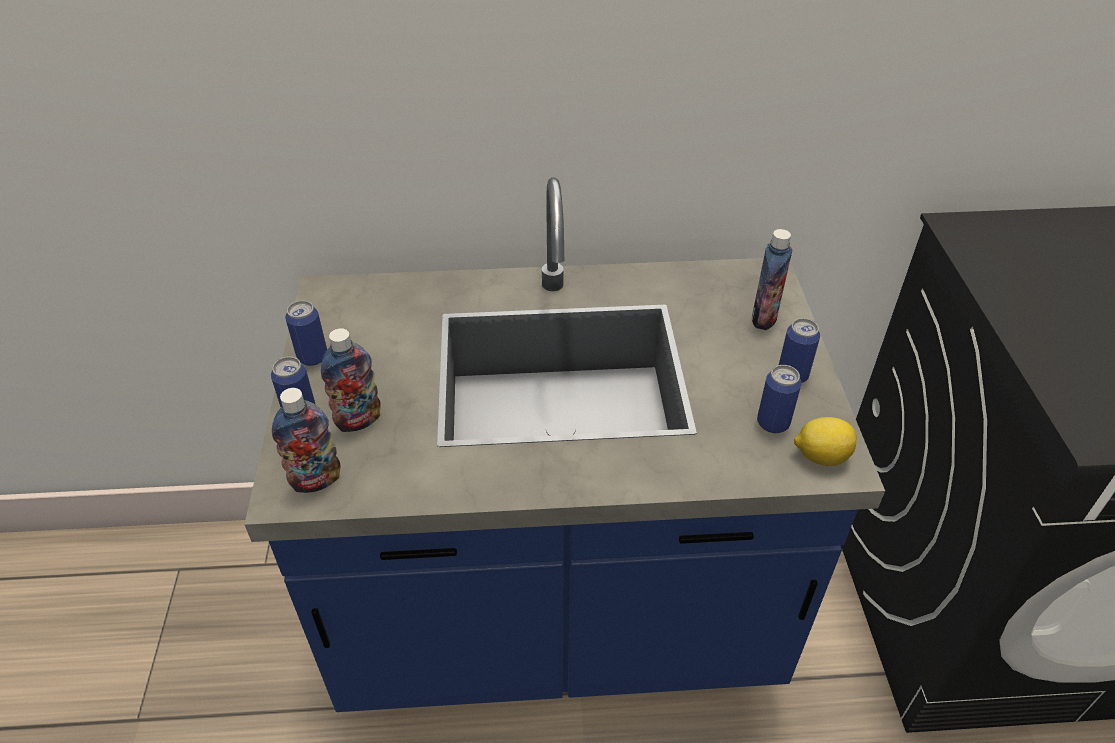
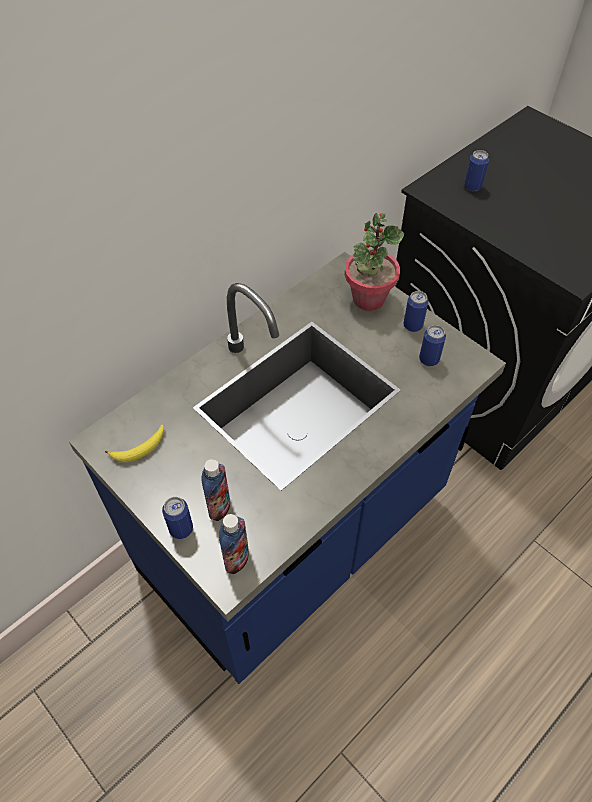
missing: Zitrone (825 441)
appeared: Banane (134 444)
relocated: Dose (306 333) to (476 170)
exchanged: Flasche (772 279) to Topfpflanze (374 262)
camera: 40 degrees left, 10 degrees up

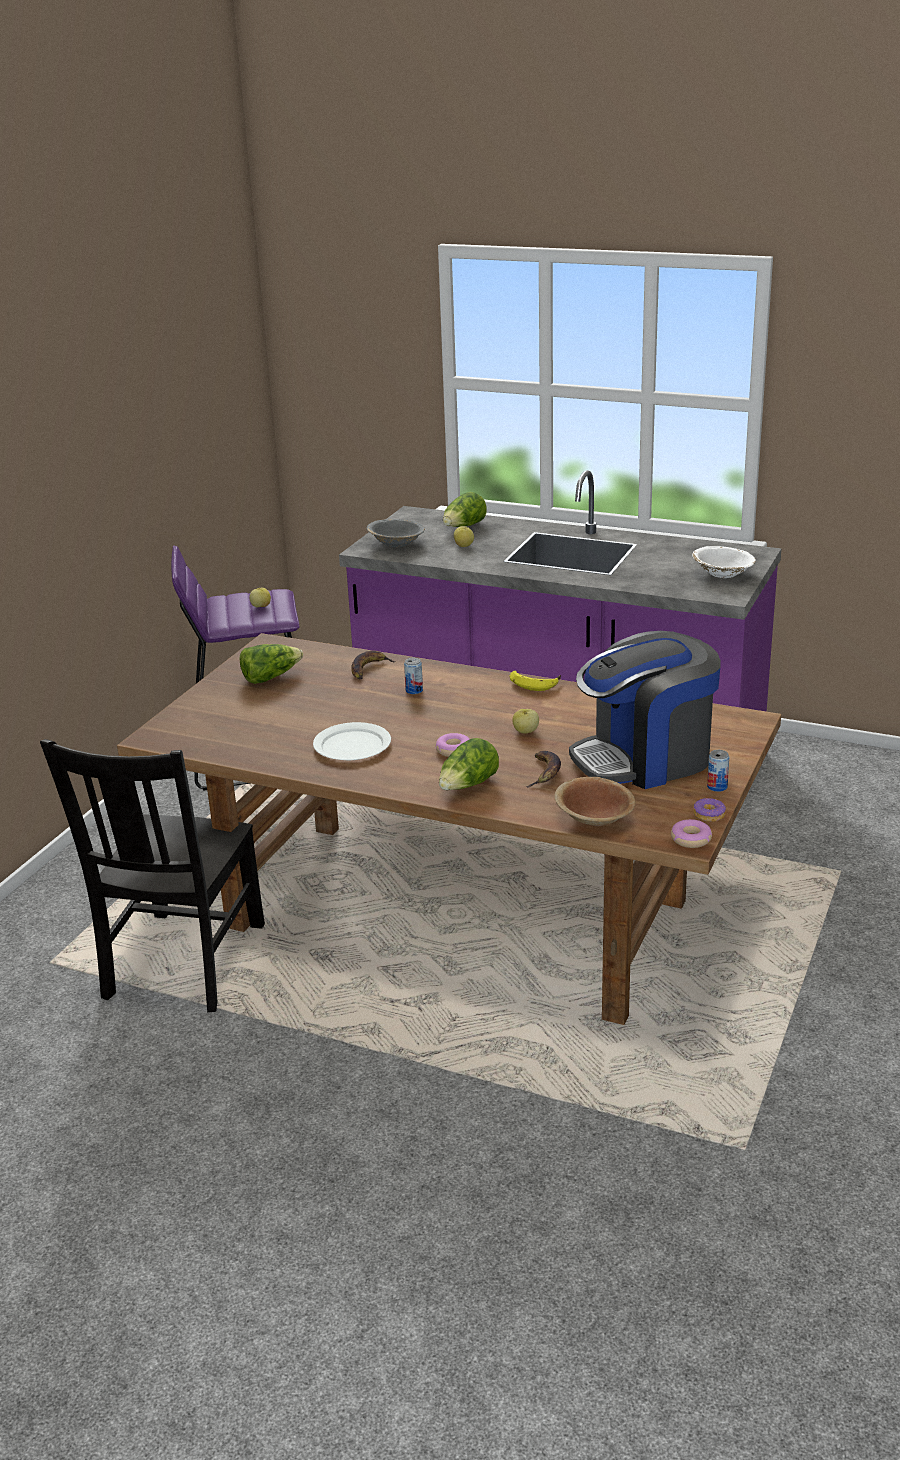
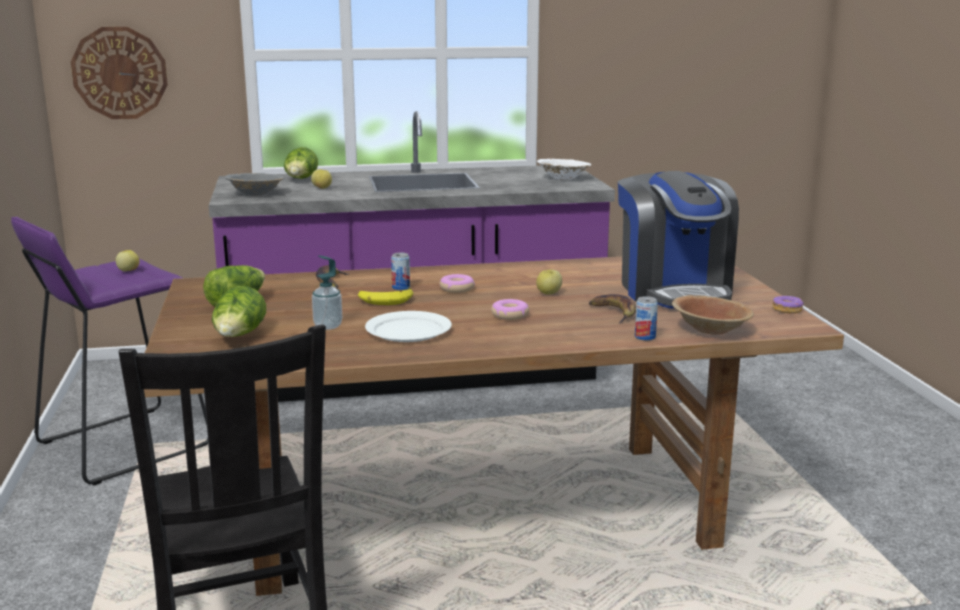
appeared: Wanduhr (119 73); Seifenspender (327 292)
relocated: Salatkopf (469 764) to (239 311); Banane (535 681) to (385 296); Donut (691 833) to (457 283); Dose (718 771) to (646 318)
spun: Kaffeemaschine (645 710) = (678 240) 45 degrees counterclockwise
camera: 35 degrees left, 10 degrees down

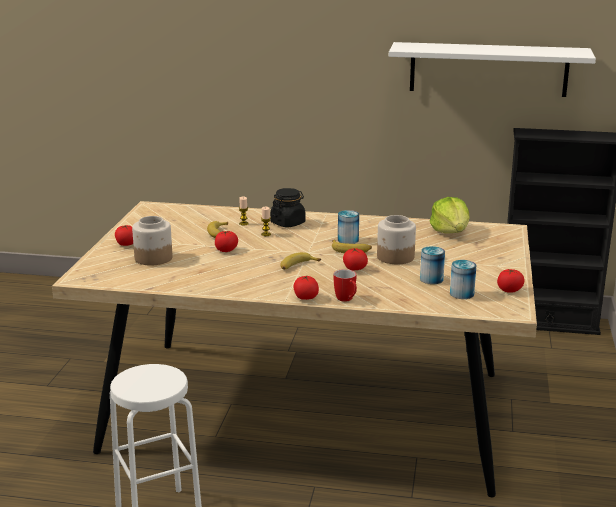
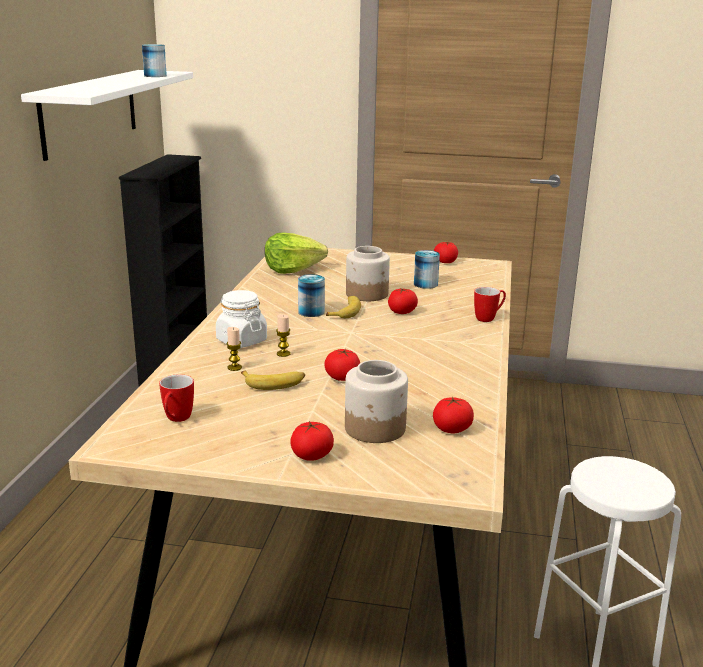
missing: Banane (300 261)
appeared: Henkelbecher (176 398)
relocated: Tomate (306 287) to (453 415); Dose (463 279) to (154 60)
colour: Vorratsglas/schwarz (287 207) to Vorratsglas/weiß (241 319)
camera: 90 degrees left, 0 degrees up

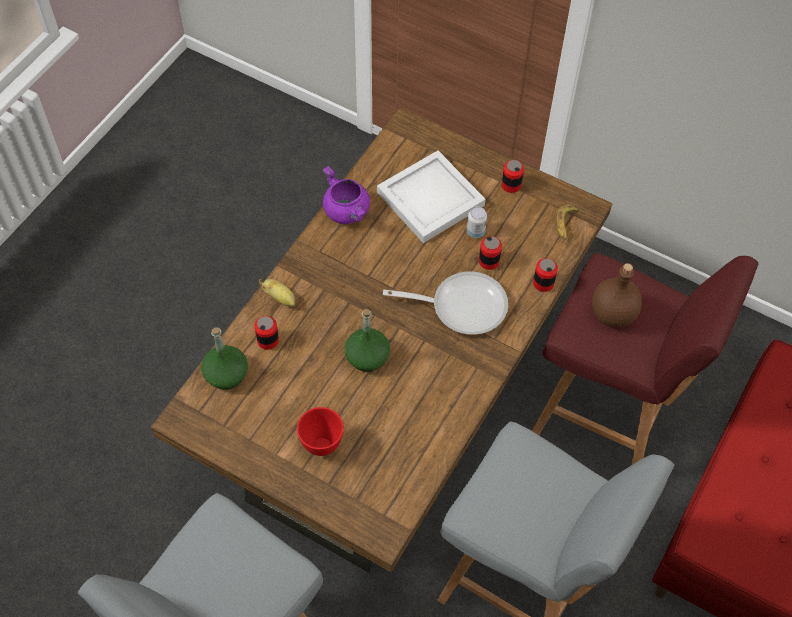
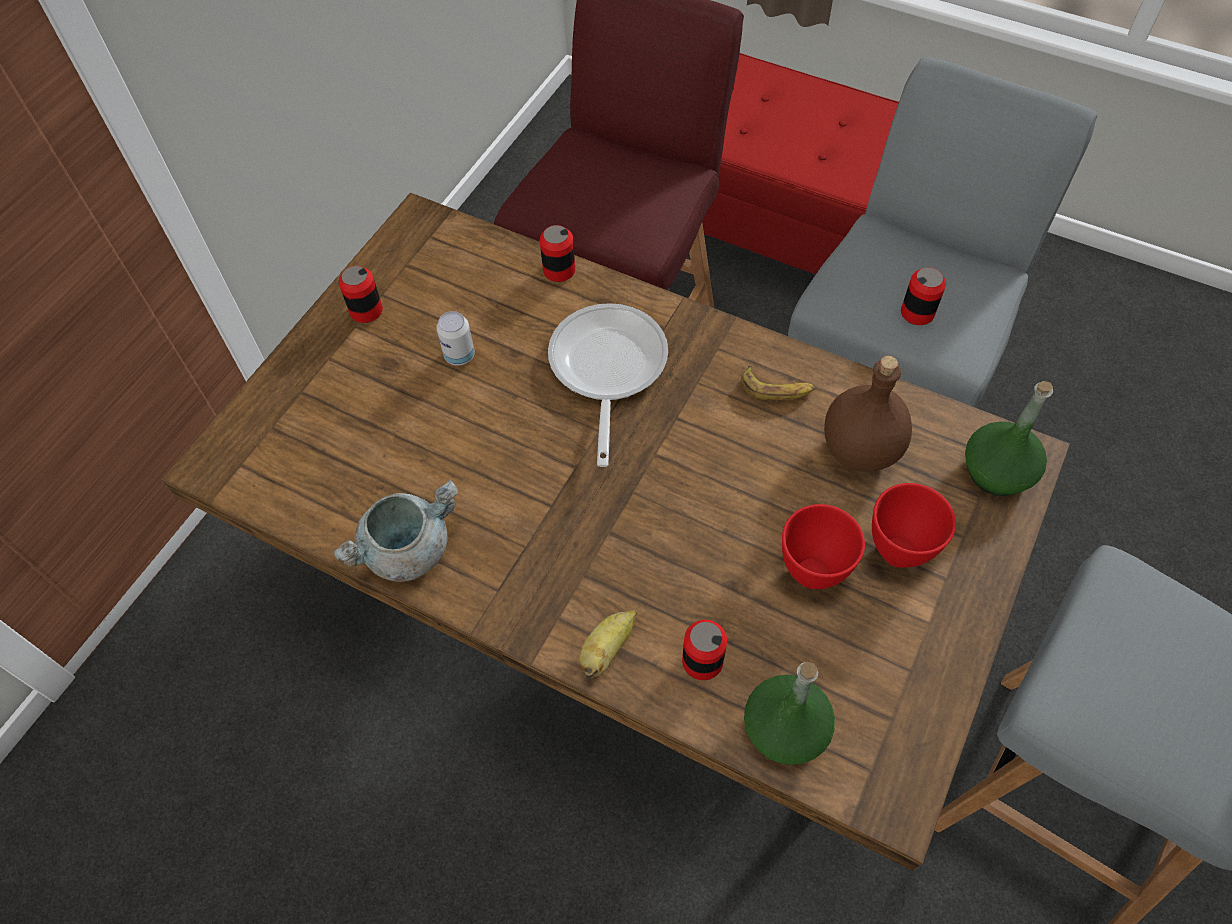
missing: Tablett/weiß (431 196)
appeared: Schüssel/rot (823 546)
relocated: Flasche/grün (367 340) to (1009 438); Dose (490 253) to (923 296); Banane (567 222) to (778 382); Flasche/braun (617 295) to (868 414)
colour: Kochtopf/lila (346 195) to Kochtopf/grau (395 531)
camera: 90 degrees left, 0 degrees up

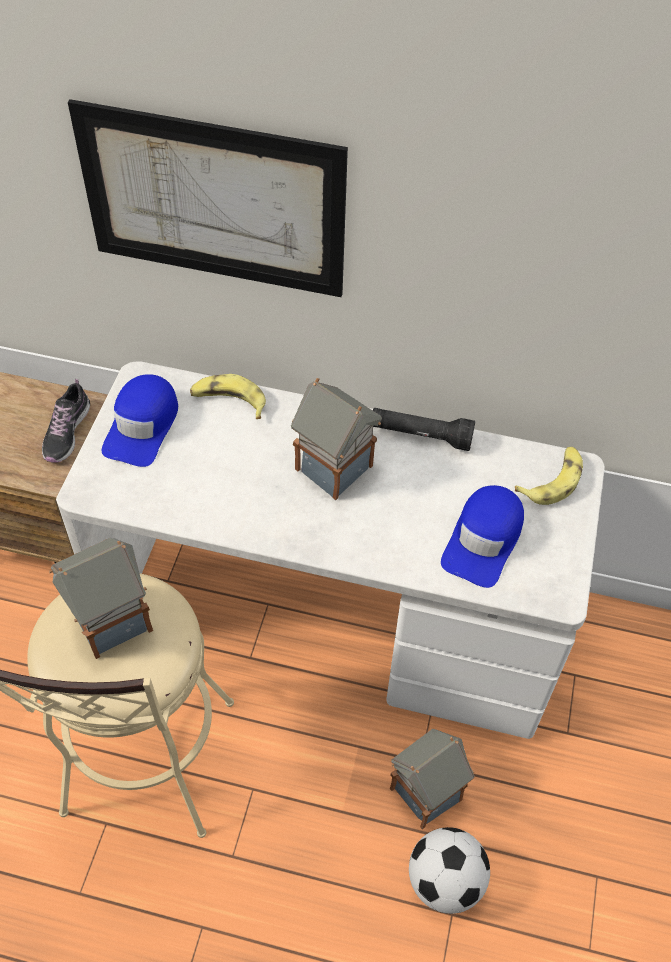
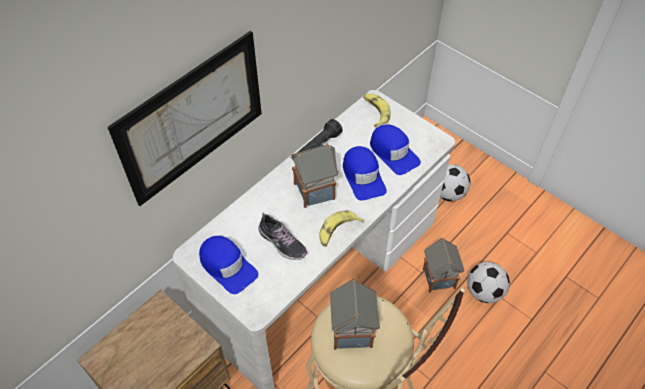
appeared: Kappe/blau (365 173); Fußball (455 182)
relocated: Schuh (66 421) to (282 236); Banane (228 396) to (341 229)
camera: 60 degrees left, 0 degrees up

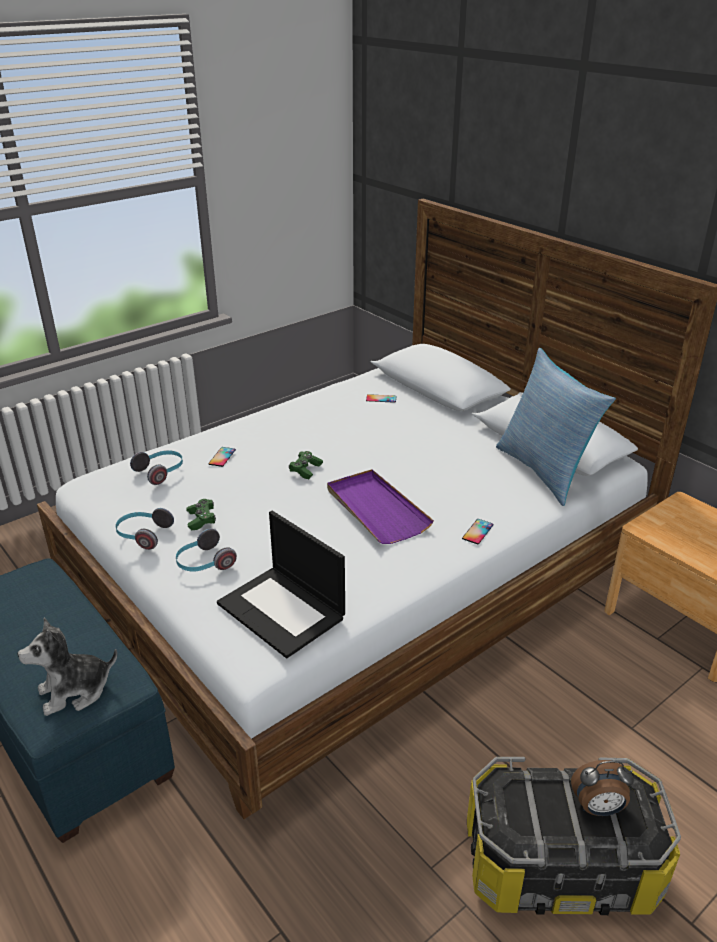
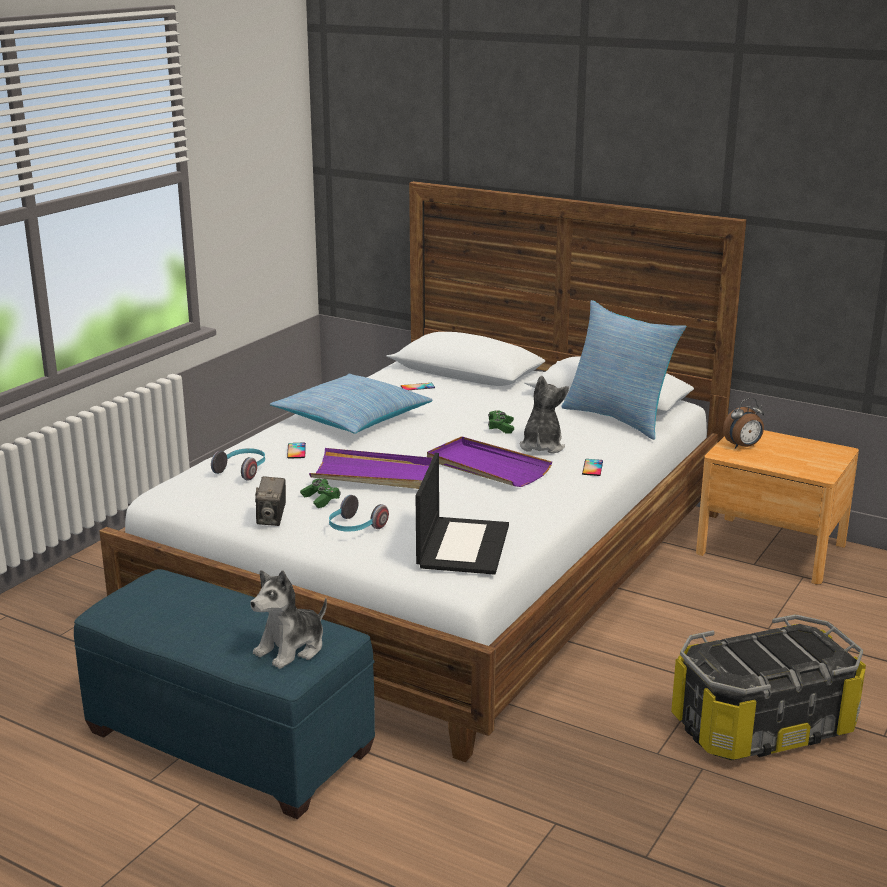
appeared: Kissen (351 404); Tablett/lila (370 468); Plüschtier (544 414)
relocated: Gamepad/grün (306 465) to (501 422); Wecker (602 788) to (743 423)
exchanged: Kopfhörer (144 529) to Kamera (270 501)
spun: Laptop (281 584) = (462 514) 105 degrees counterclockwise
camera: 20 degrees left, 10 degrees down

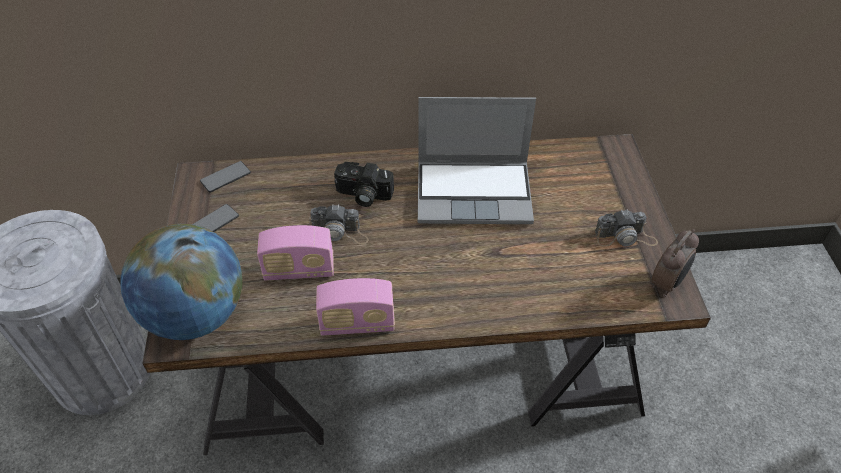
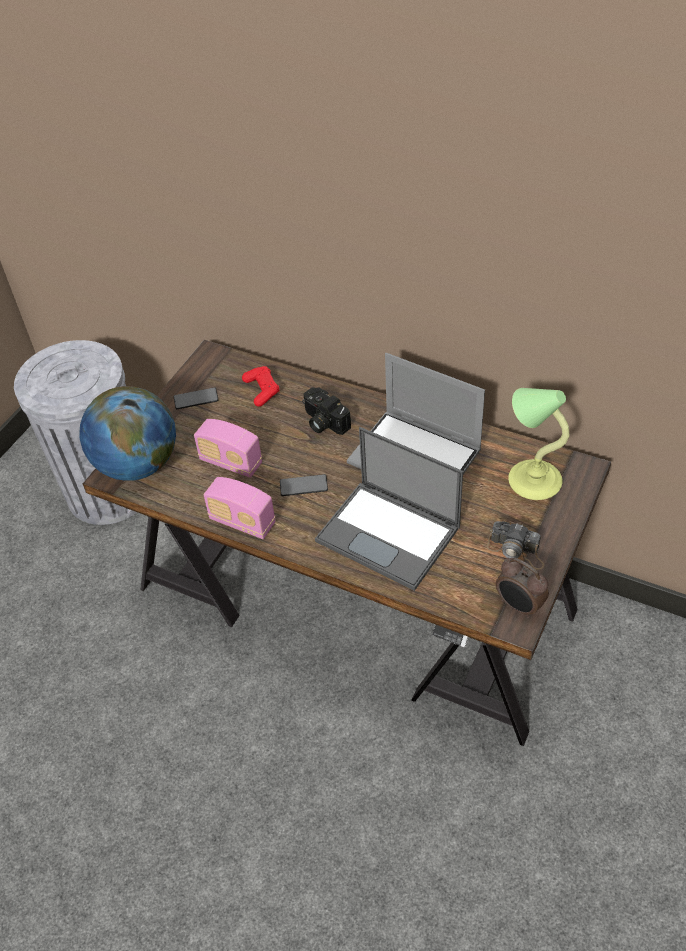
missing: Kamera (339 225)
appeared: Gamepad/rot (260 386); Laptop (389 509); Tischlampe (539 444)
relocated: Handy (225 177) to (304 485)
spun: Wecker (675 263) = (522 588) 60 degrees clockwise
camera: 35 degrees right, 0 degrees up

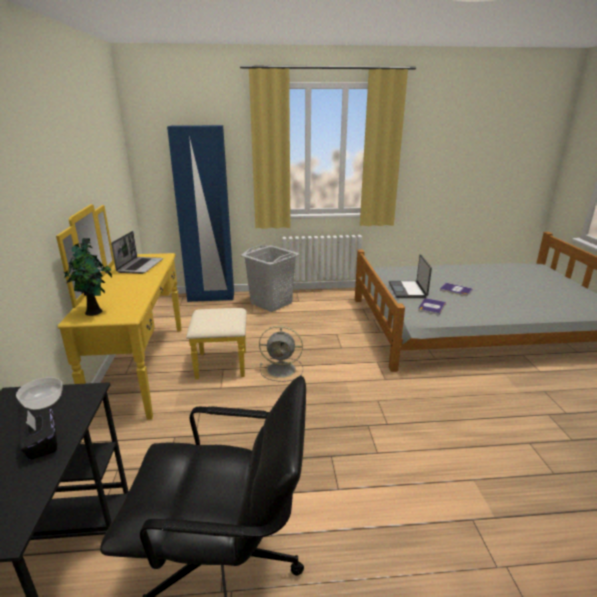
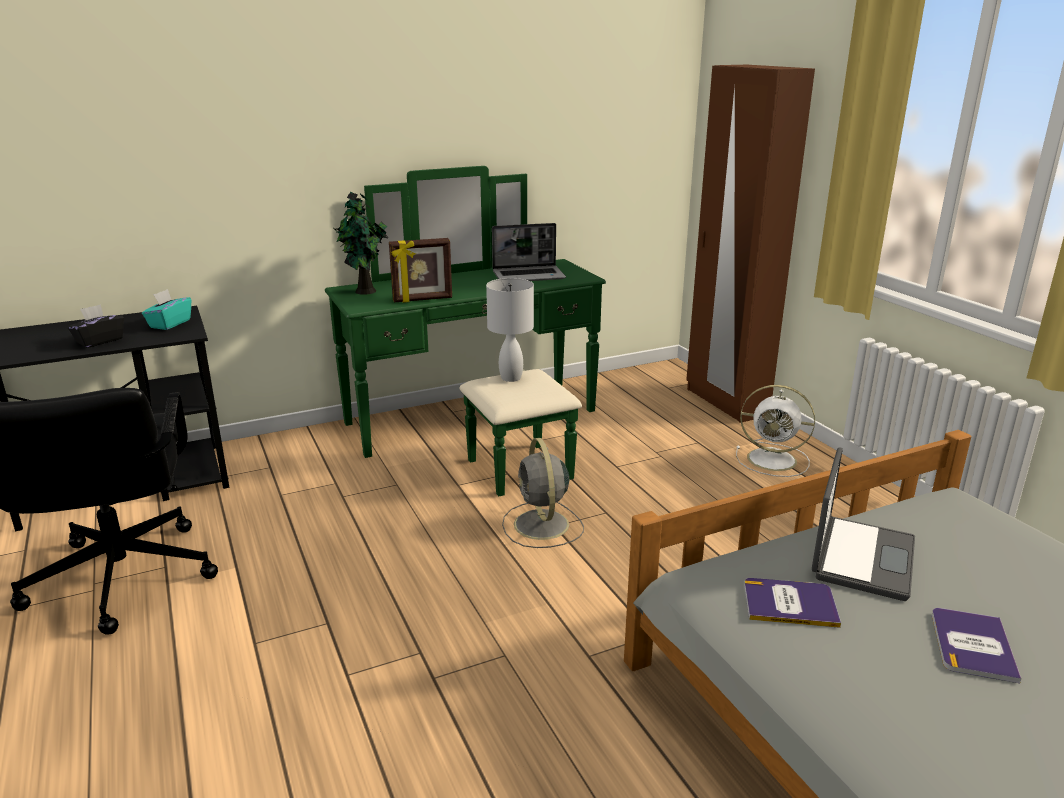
appeared: Bilderrahmen (420 270); Tischlampe/weiß (510 330)
exchanged: Schüssel (39 393) to Taschentuchbox/türkis (166 309); Wäschekorb/grau (270 278) to Ventilator/weiß (775 431)
colour: Kommode/gelb (151 313) to Kommode/grün (465 331); Kleiderschrank/blau (200 213) to Kleiderschrank/braun (750 244)
spun: Laptop (410 276) = (863 524) 135 degrees clockwise
camera: 70 degrees right, 0 degrees up

